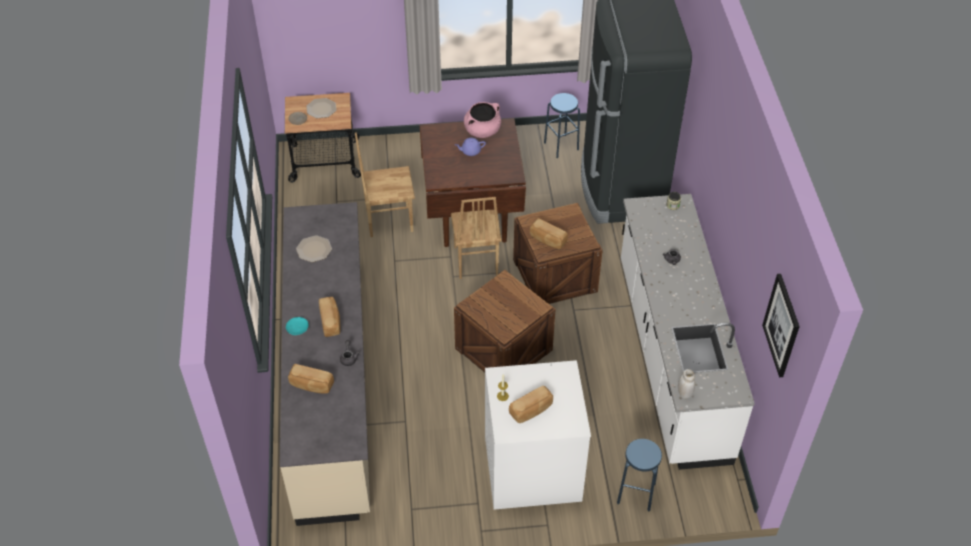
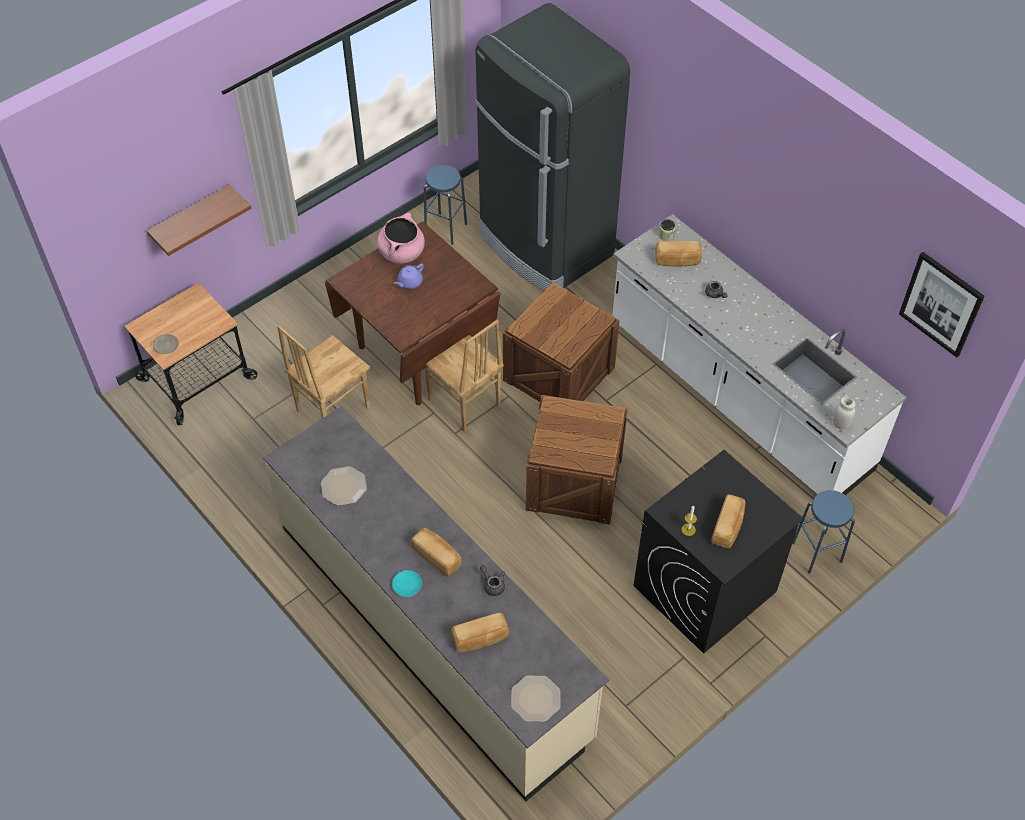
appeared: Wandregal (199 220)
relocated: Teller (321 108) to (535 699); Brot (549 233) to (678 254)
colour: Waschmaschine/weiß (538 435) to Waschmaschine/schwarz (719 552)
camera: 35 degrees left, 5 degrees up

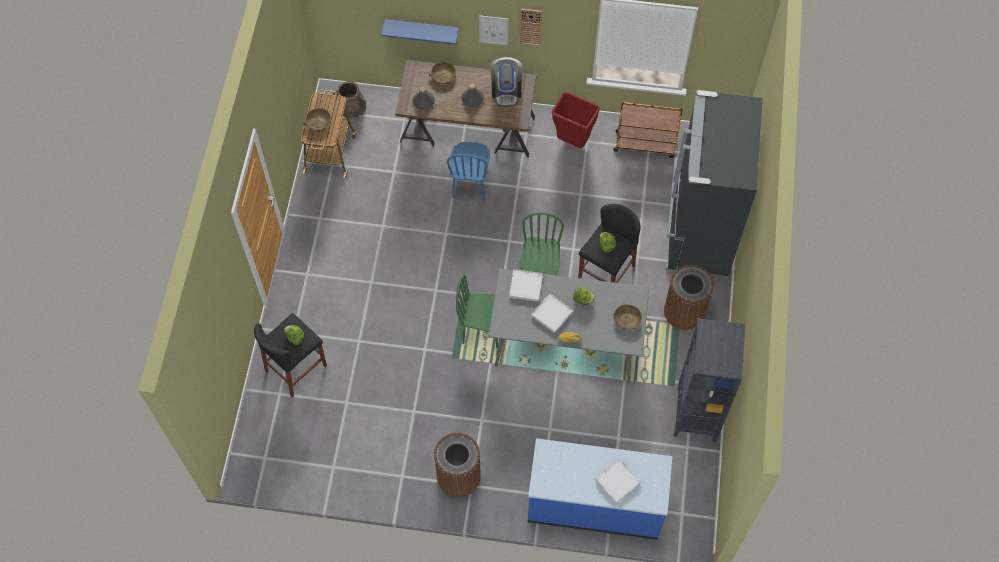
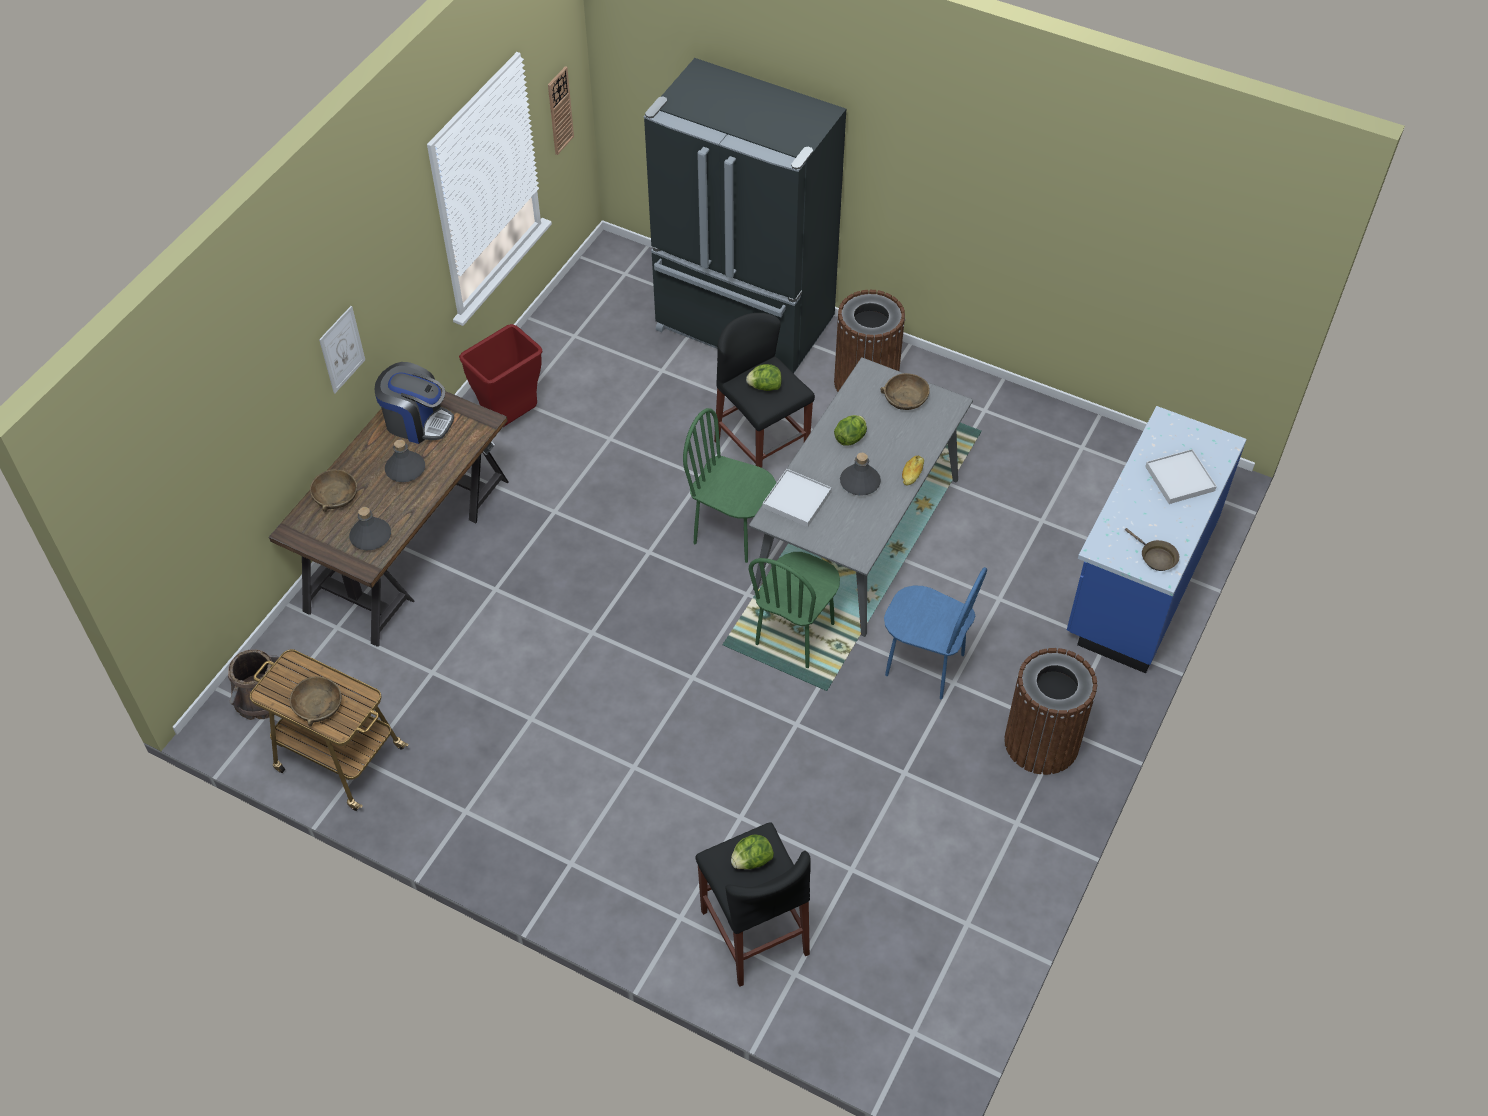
missing: Wandregal/blau (420 32); Rollwagen/braun (647 130); Bücherregal/schwarz (709 380)
appeared: Pfanne/braun (1152 549)
relocated: Stuhl/blau (468 171) to (935 633); Wanduhr (531 27) to (561 110)
exchanged: Tablett/weiß (552 313) to Flasche/grau (860 474)
camera: 70 degrees left, 10 degrees down

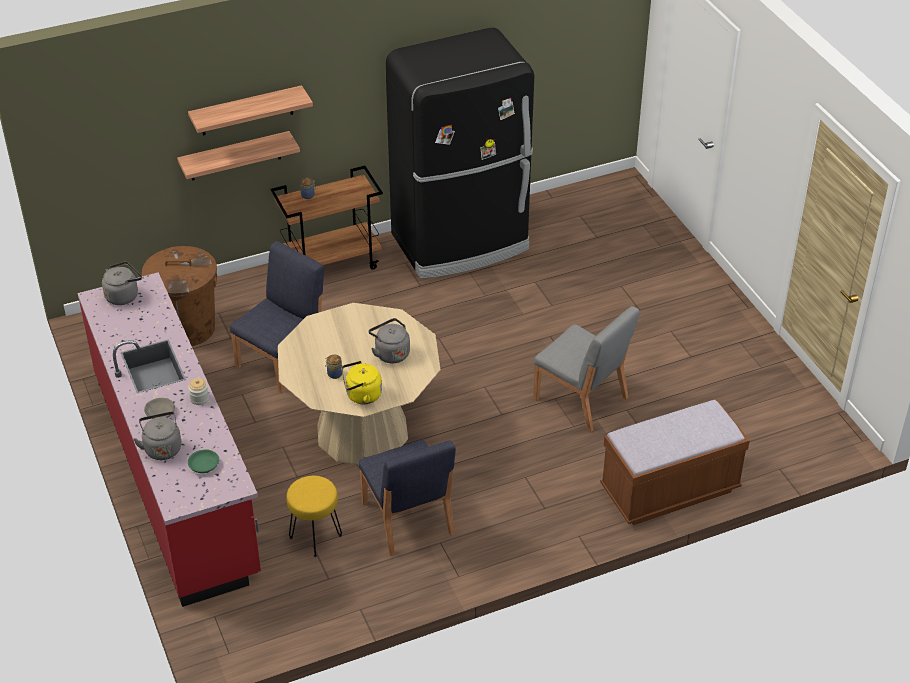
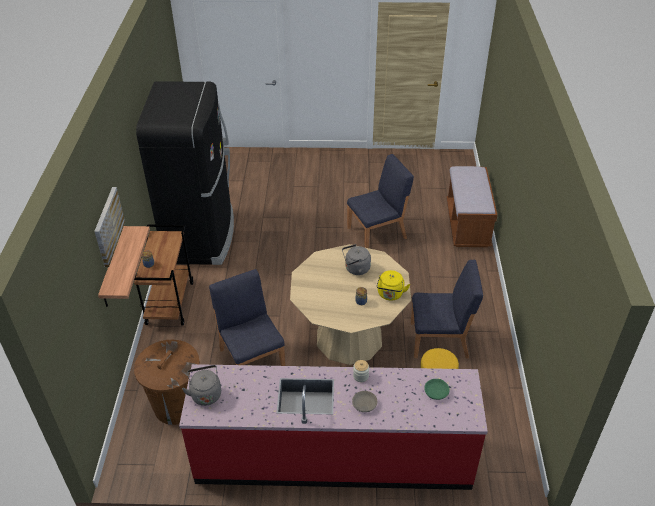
missing: Wasserkessel/grau (157 436)
exchanged: Wandregal (250 110) to Bild (109 227)
colour: Stuhl/grau (586 369) to Stuhl/blau (380 201)
camera: 65 degrees left, 0 degrees up

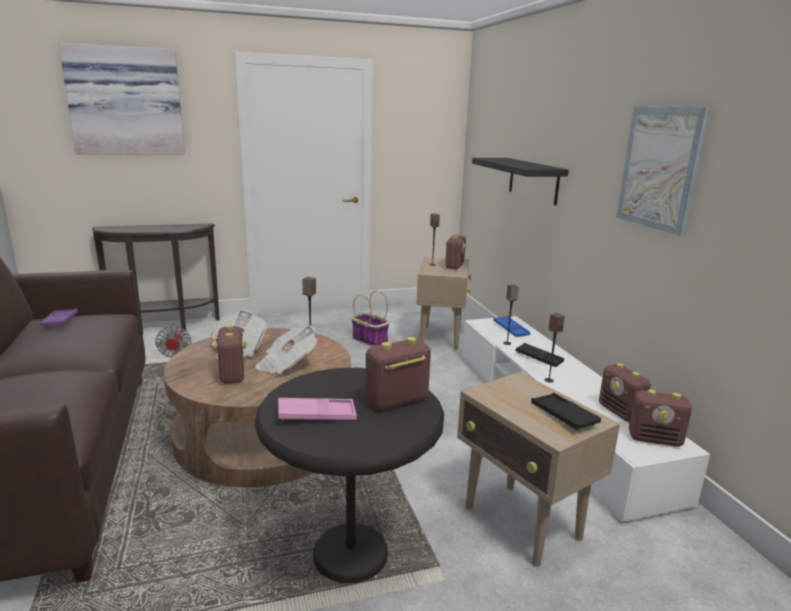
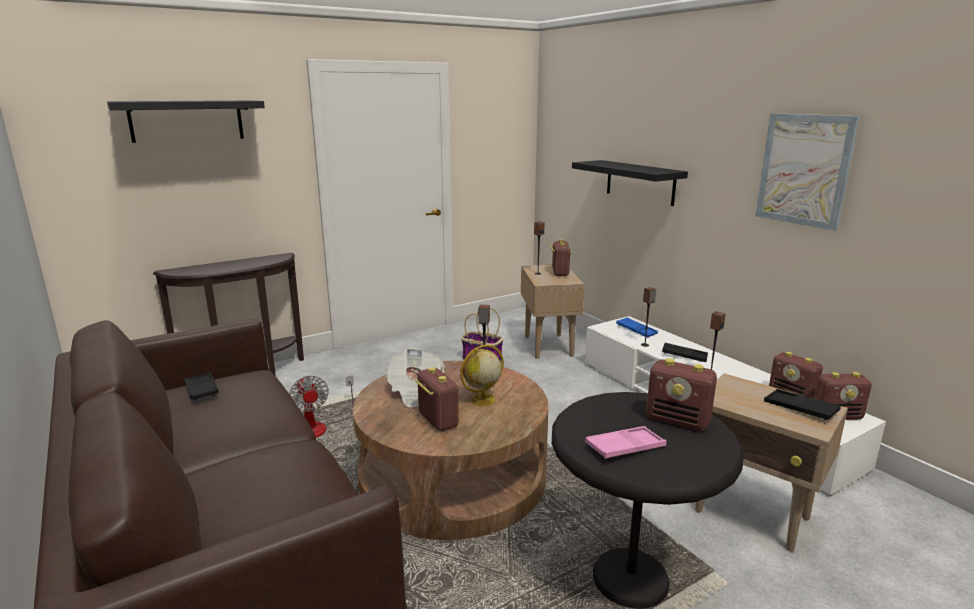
exchanged: Bild (122 99) to Wandregal/schwarz (186 121); Zeitung (286 349) to Globus (482 375)
colour: Tablett/lila (59 318) to Tablett/schwarz (201 386)
spun: Radio (398 373) = (681 394) 105 degrees counterclockwise
camera: 15 degrees left, 0 degrees up

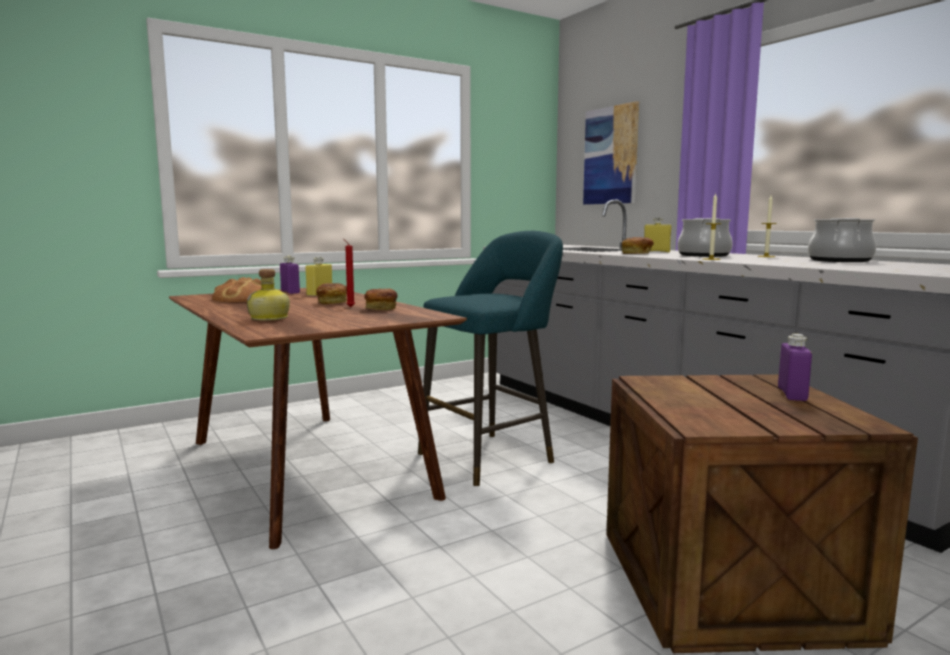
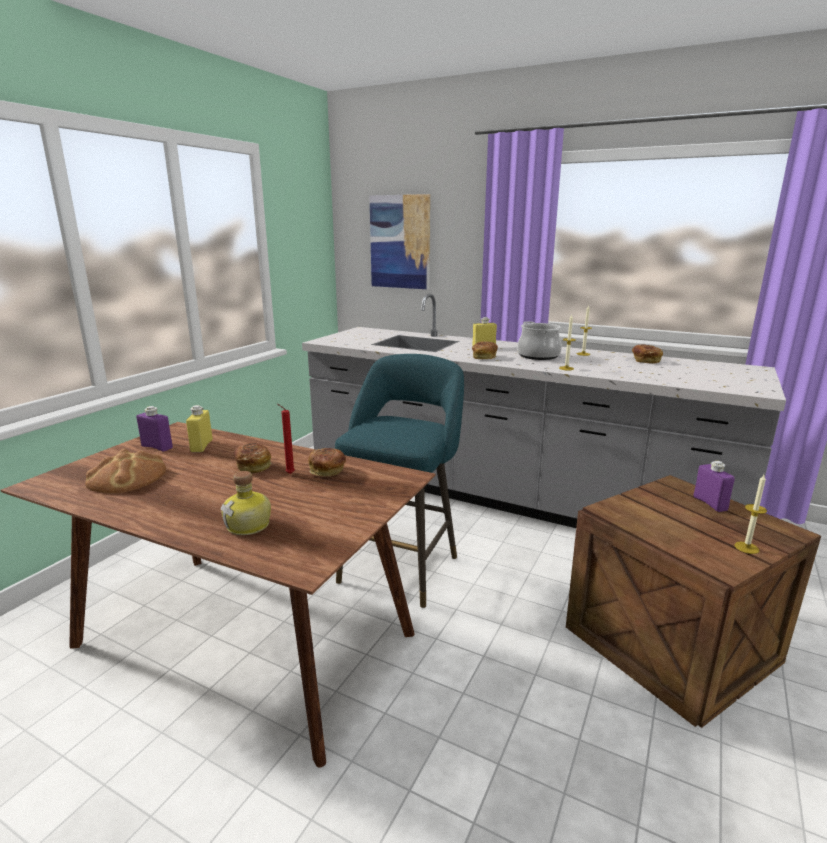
appeared: Kerze (751 514)
exchanged: Kochtopf (842 240) to Brot (647 354)
camera: 30 degrees left, 10 degrees up

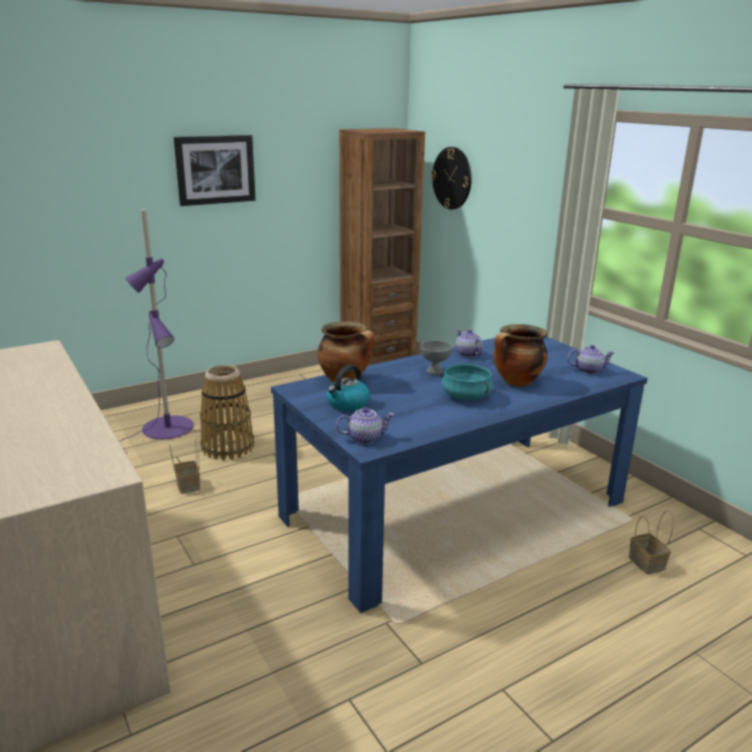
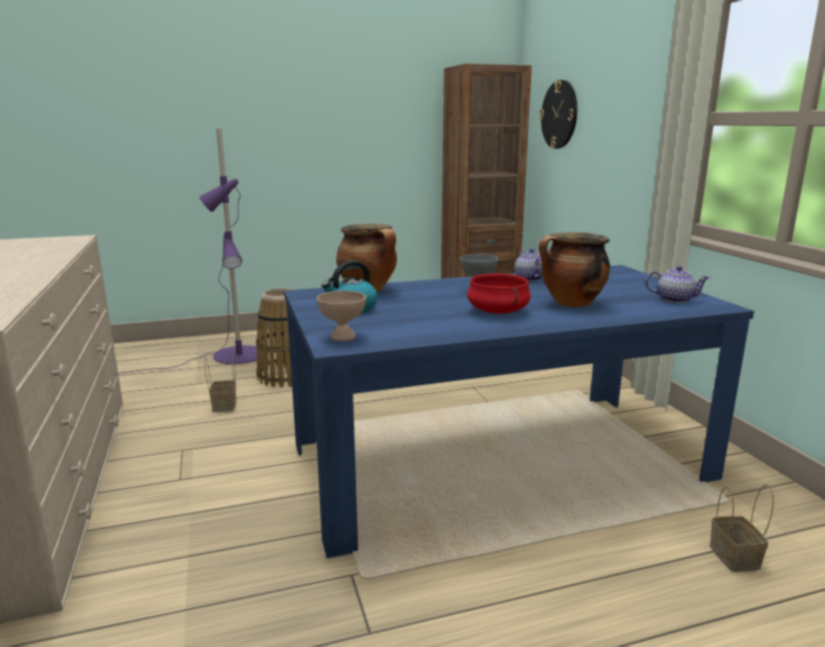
missing: Bild (215 170)
exchanged: Teekanne (365 425) to Schüssel/beige (341 316)
colour: Kochtopf/türkis (467 382) to Kochtopf/rot (499 293)
camera: 15 degrees right, 5 degrees down

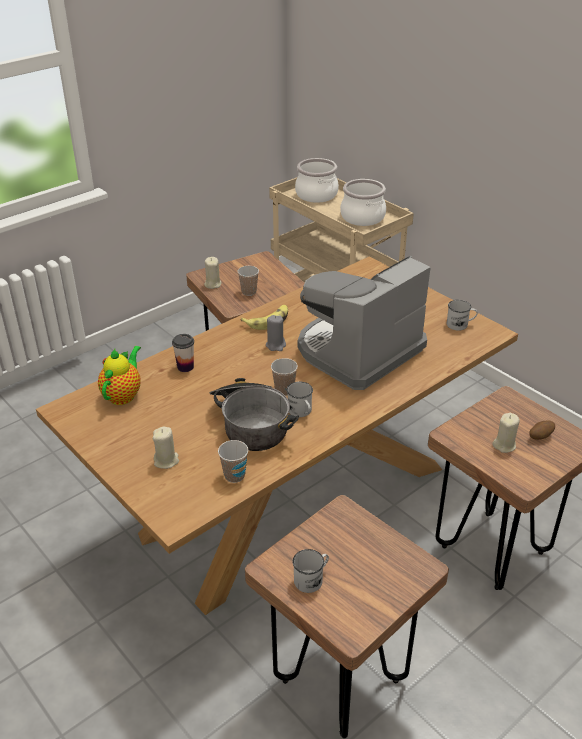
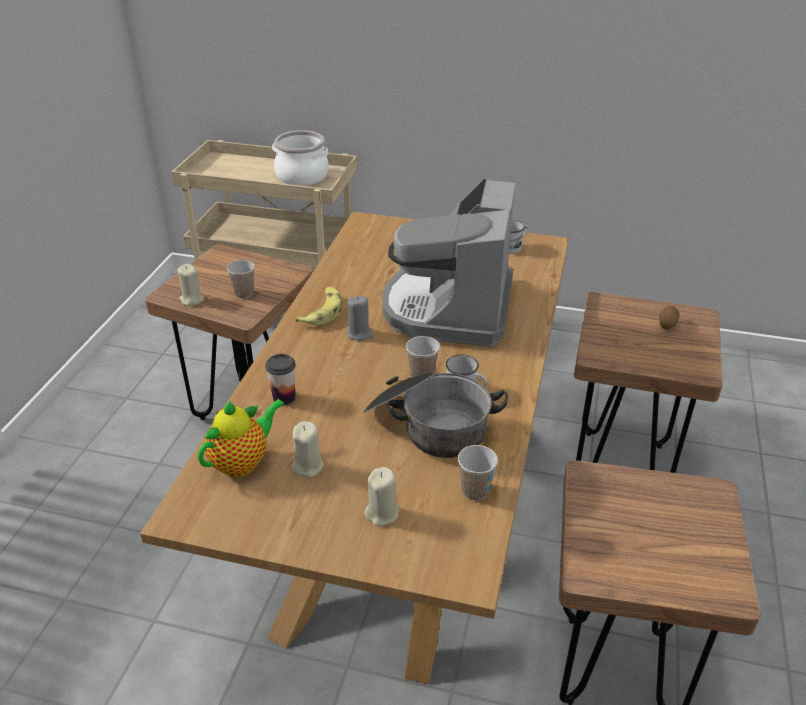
missing: Henkelbecher/weiß (311 571); Kochtopf (317 180)
relocated: Kerze/beige (506 433) to (308 450)
spun: Teekanne (119 375) = (241 438) 60 degrees clockwise
camera: 35 degrees left, 0 degrees up

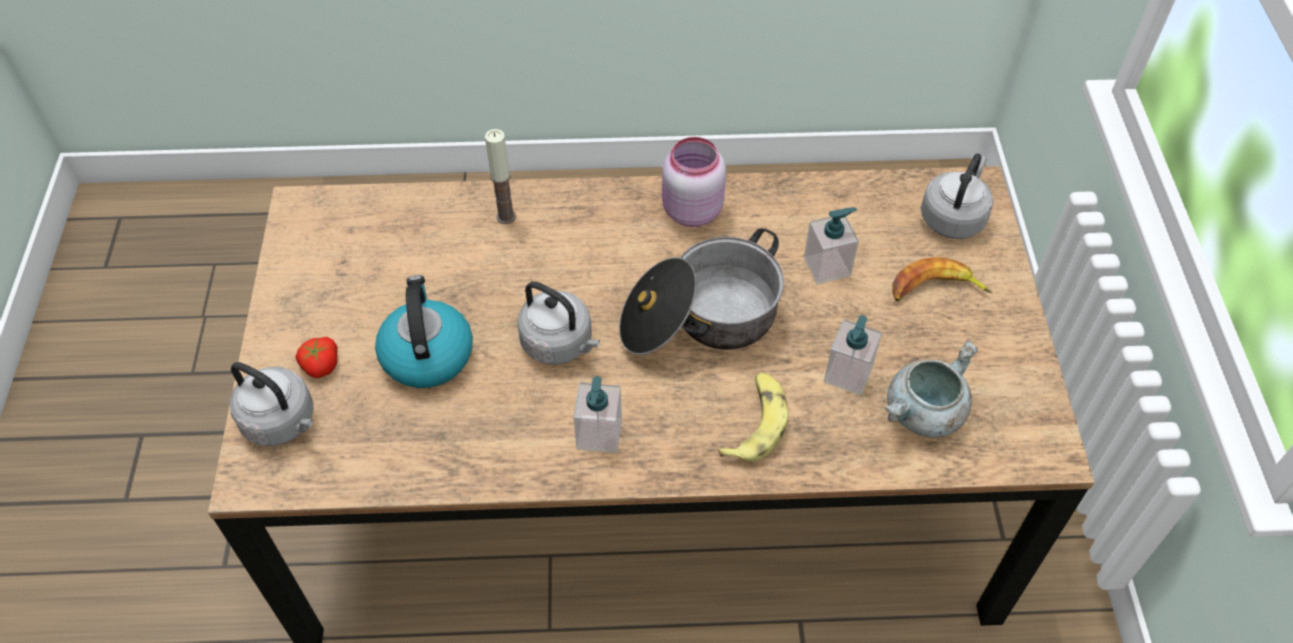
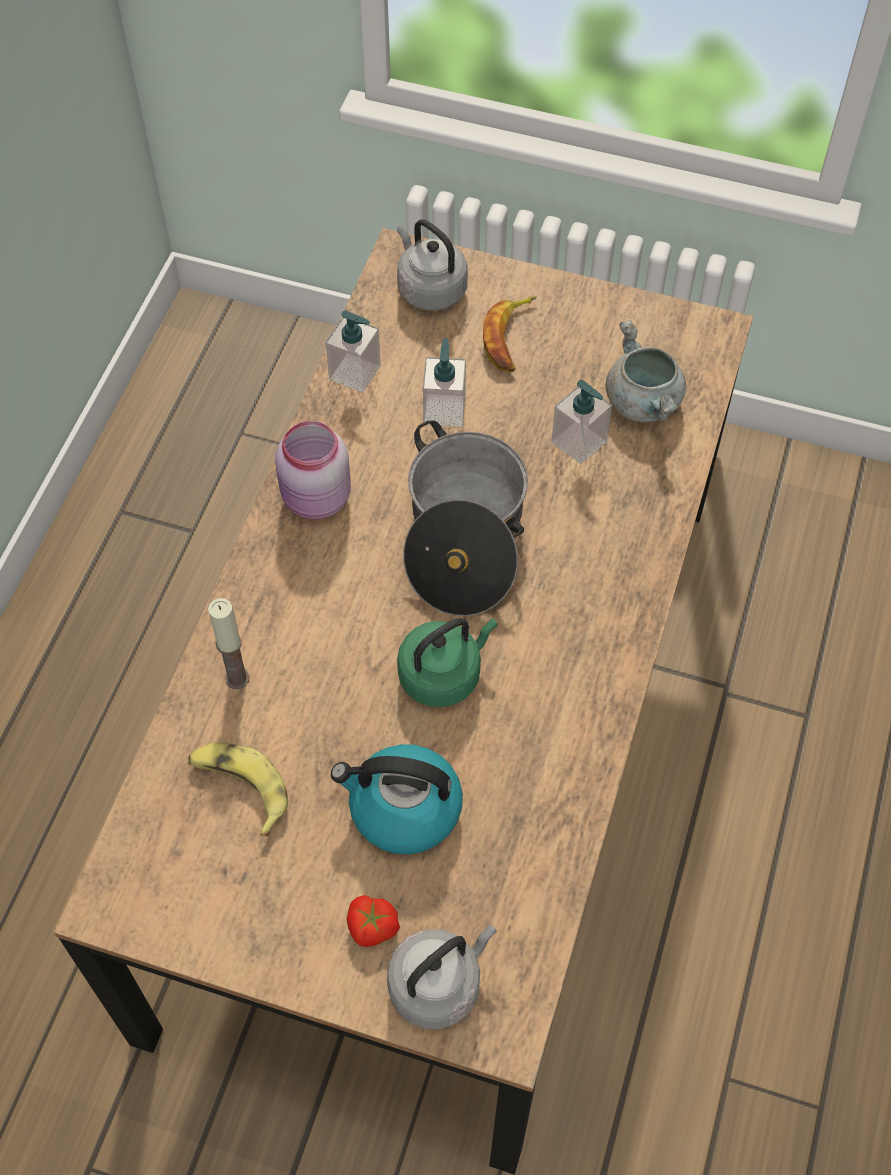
relocated: Seifenspender (597 414) to (353 352); Banane (753 417) to (238 789)
colour: Wasserkessel/grau (558 323) to Wasserkessel/grün (447 662)
camera: 70 degrees left, 5 degrees up

